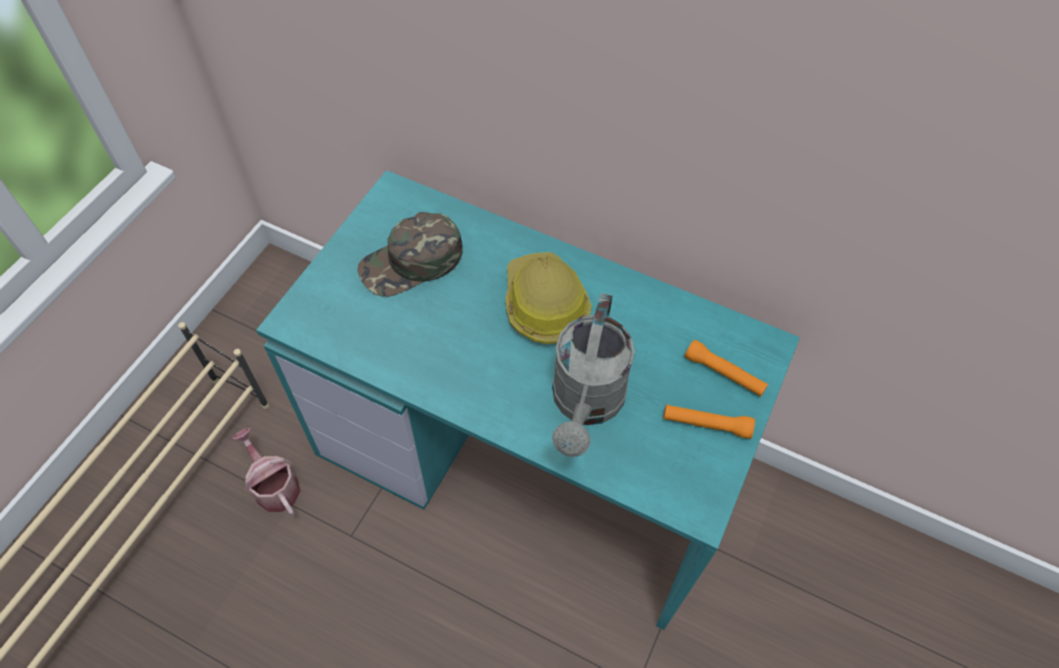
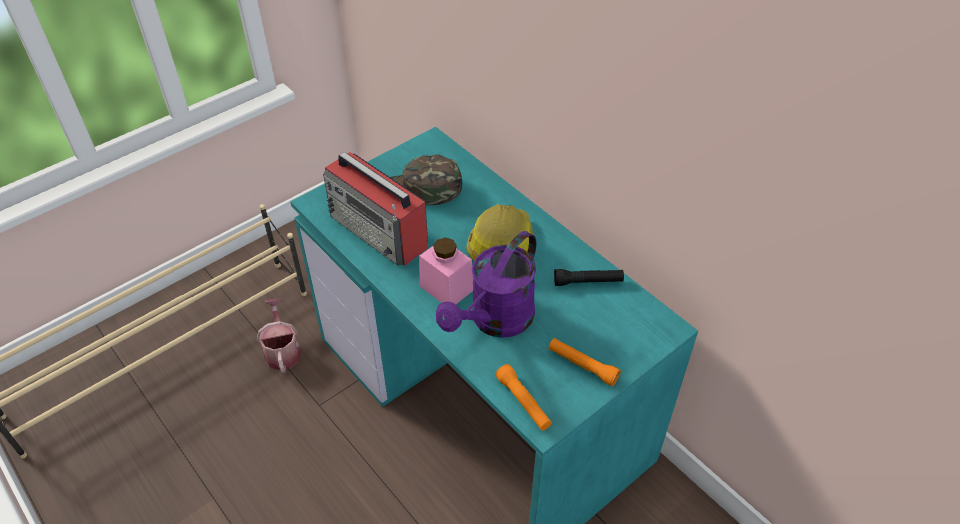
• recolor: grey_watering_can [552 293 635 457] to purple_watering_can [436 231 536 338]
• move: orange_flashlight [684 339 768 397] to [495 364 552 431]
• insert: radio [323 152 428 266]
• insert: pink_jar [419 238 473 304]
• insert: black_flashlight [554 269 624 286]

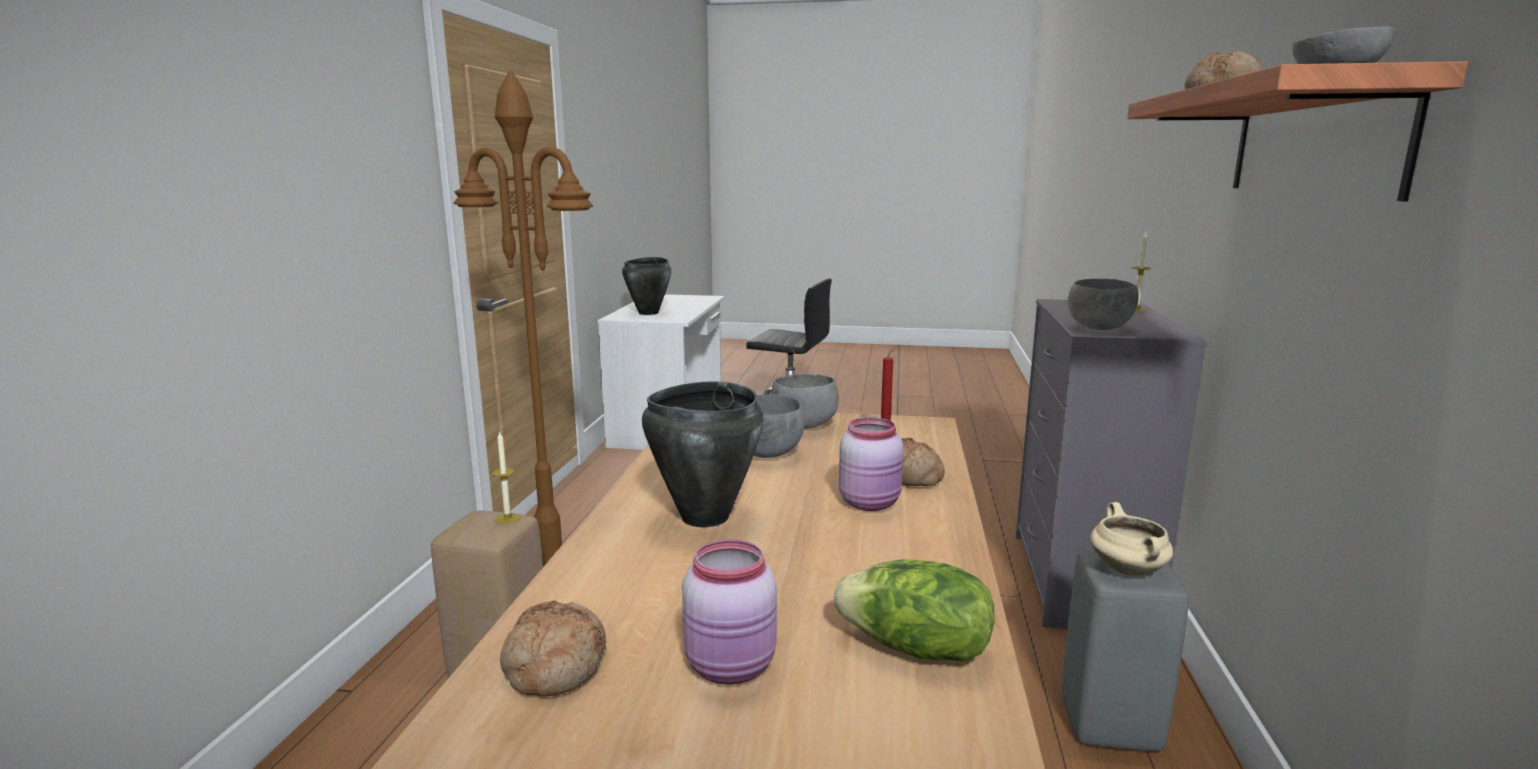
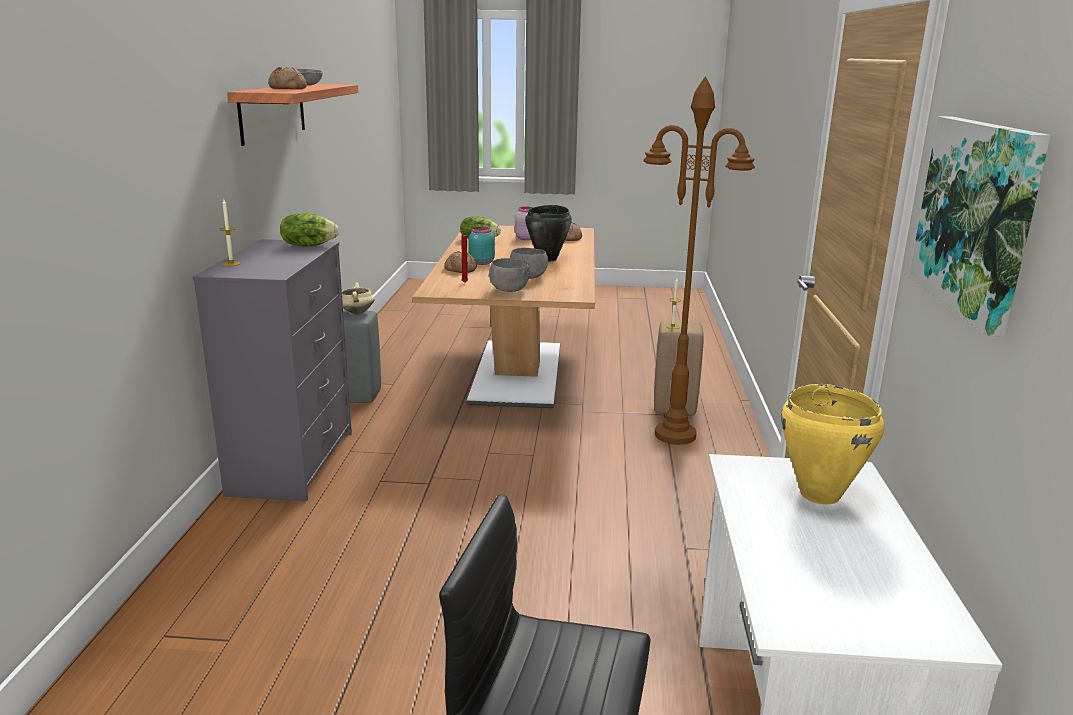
• recolor: black_cooking_pot [622 257 671 315] to yellow_cooking_pot [781 384 885 505]
• recolor: pink_jar [839 417 903 511] to turquoise_jar [469 227 495 265]
• replace: grey_bowl [1068 279 1139 330] to lettuce [280 213 339 247]
• insert: picture [909 116 1051 337]

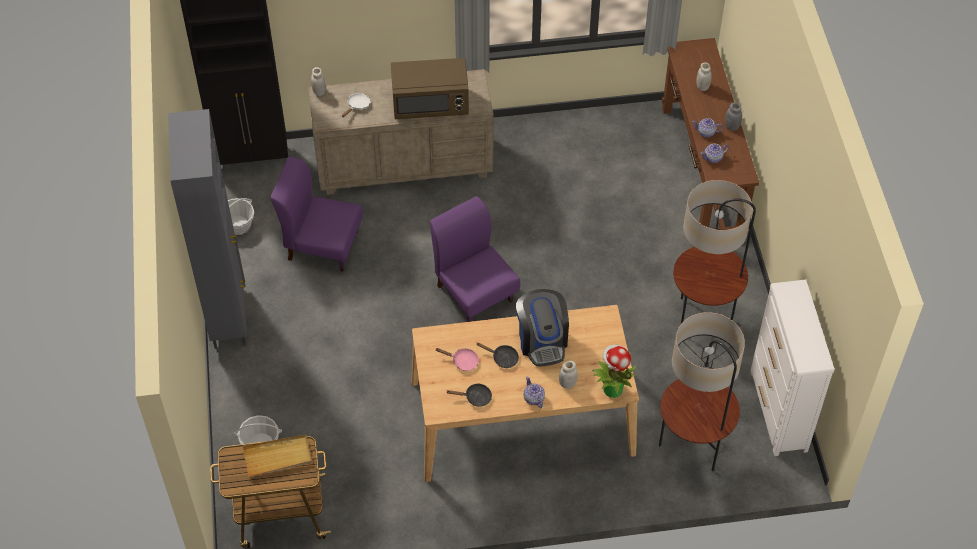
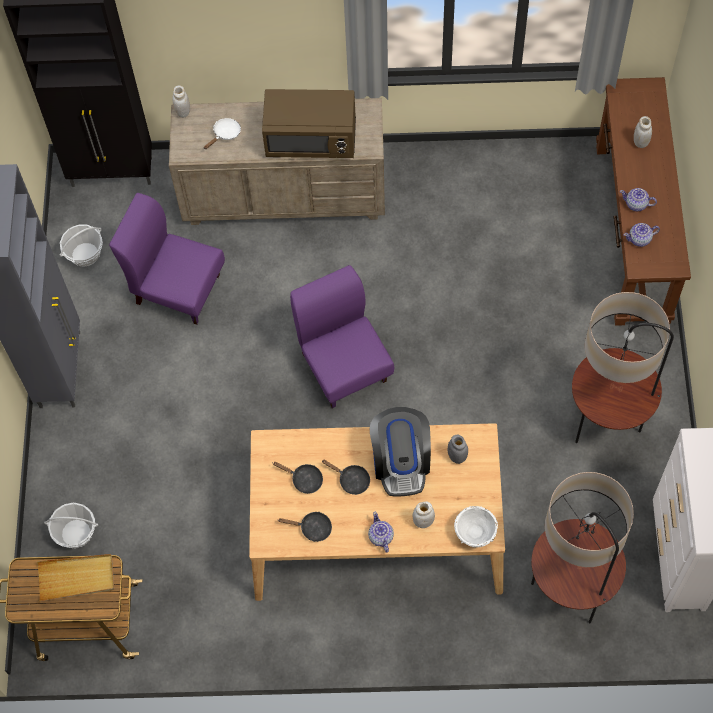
• recolor: pink_frying_pan [436 348 479 371] to black_frying_pan [273 462 323 494]
• replace: potted_plant [592 345 636 398] to white_bowl [454 506 498 547]
• move: grey_jar [725 103 742 131] to [448 435 468 464]

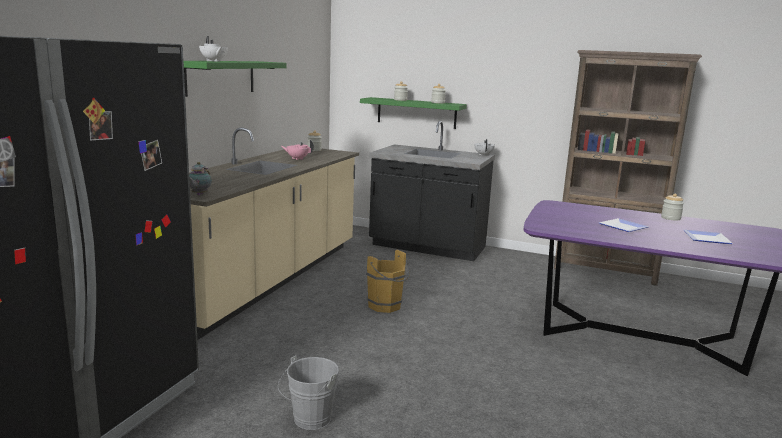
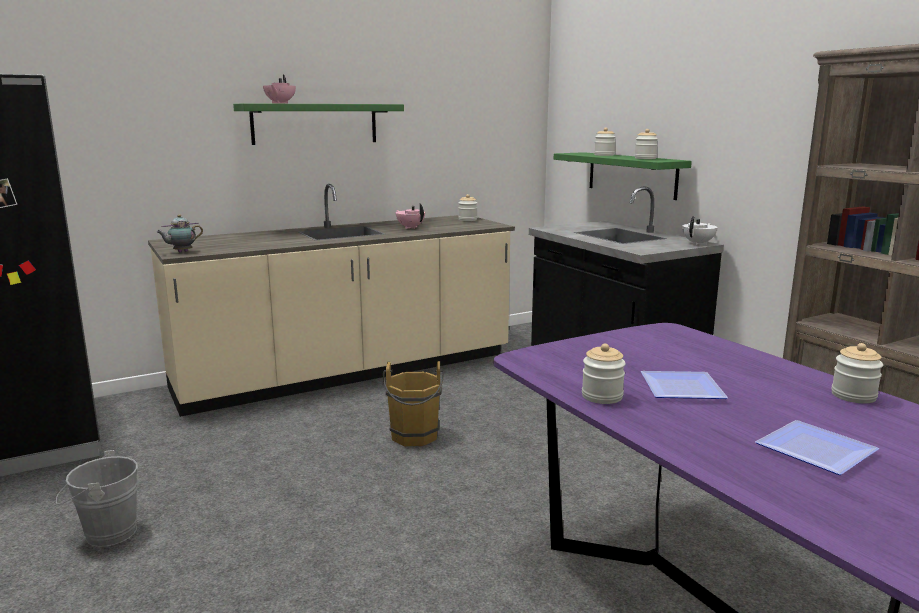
• recolor: white_teapot [199 36 228 62] to pink_teapot [263 75 296 104]
• insert: jar [582 344 626 404]

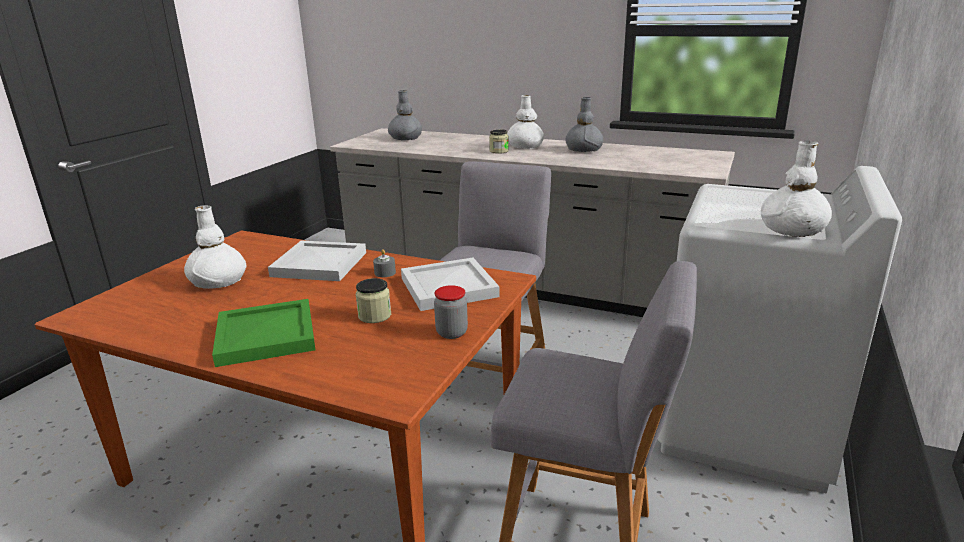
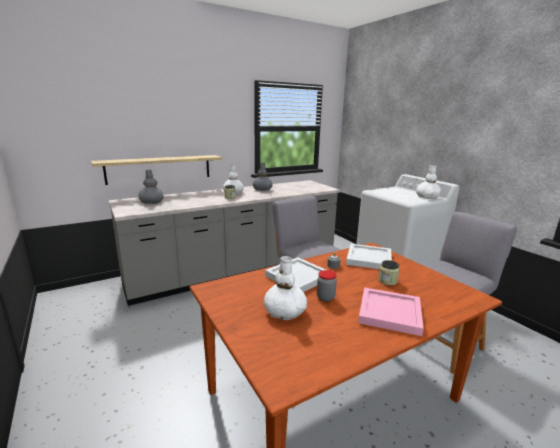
• recolor: green_tray [212 299 316 367] to pink_tray [358 287 424 336]
• move: jar [434 285 468 339] to [317 270 337 302]
• insert: shelf [91 155 222 185]

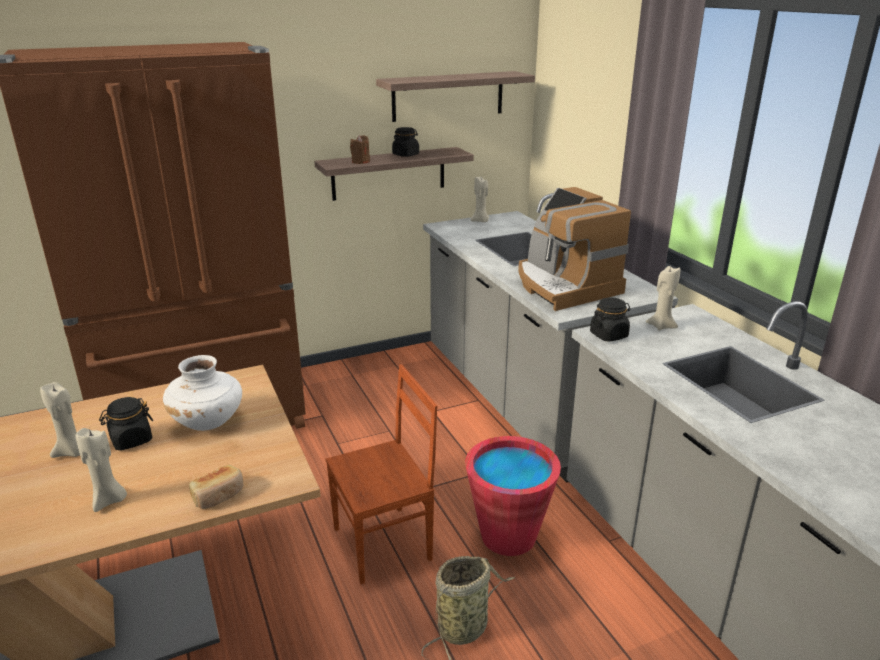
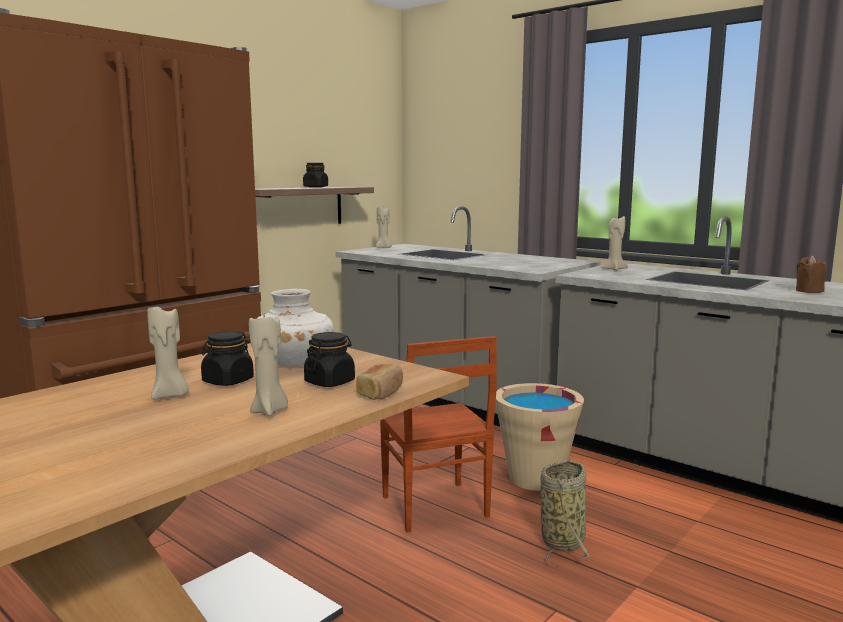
• rotate: brown_chair [326 364 437 584] = [380 336 497 533] 120 degrees clockwise
• move: brown_candle [350 135 370 164] to [796 255 826 293]
• delete: shelf [376 71 535 122]
• recolor: red_bucket [465 436 561 556] to beige_bucket [496 383 584 491]
• delete: coffee_machine [518 187 631 311]
• move: black_jar [590 298 630 342] to [304 332 355 387]

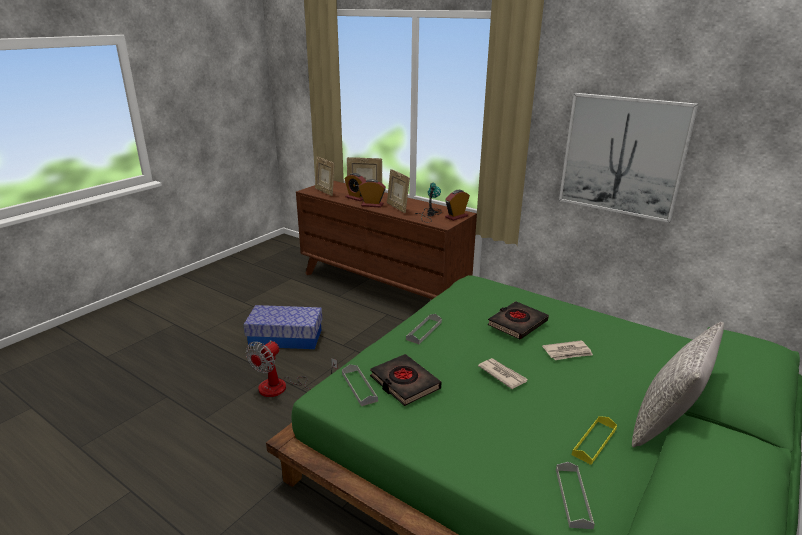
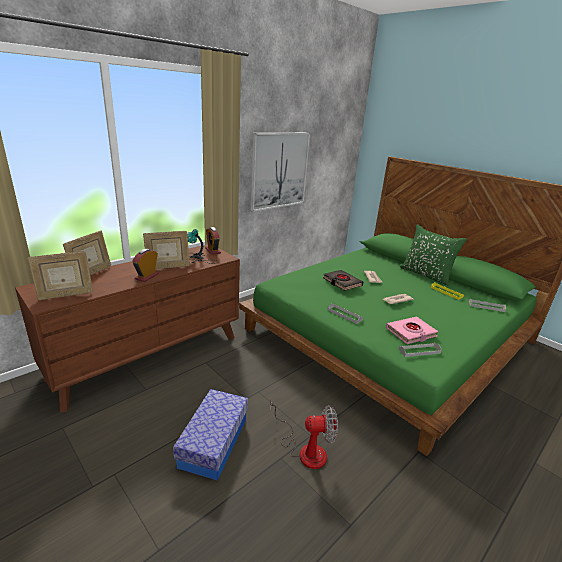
• rotate: fan [246 340 338 397] = [270 403 338 469] 45 degrees counterclockwise
• delete: alarm_clock [344 173 366 201]
• recolor: black_book [370 354 441 406] to pink_book [386 317 439 344]
• recolor: grey_pillow [632 322 724 448] to green_pillow [400 224 467 286]

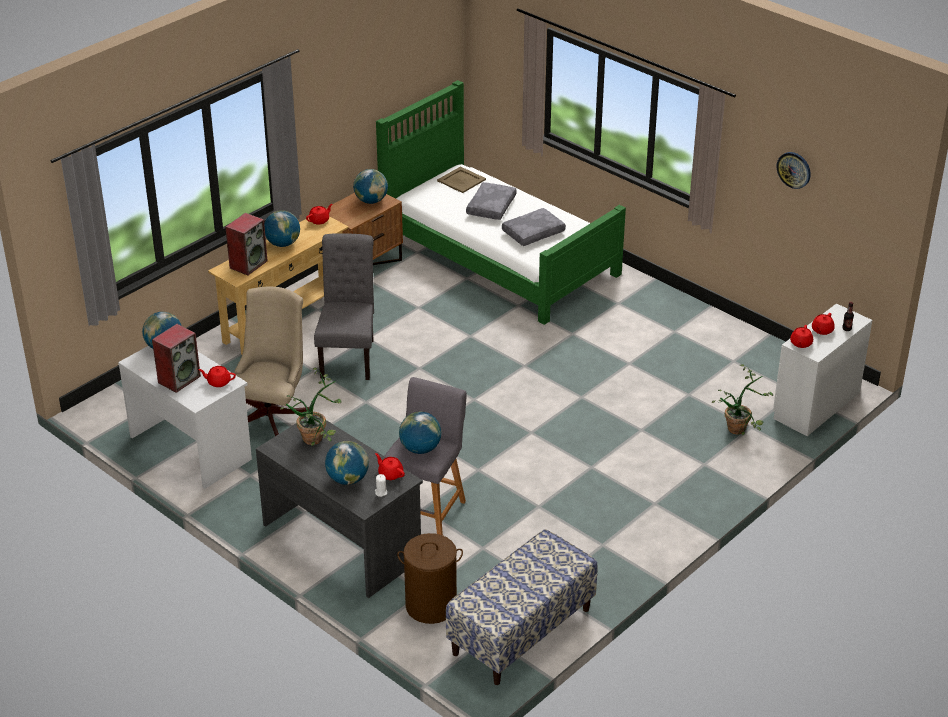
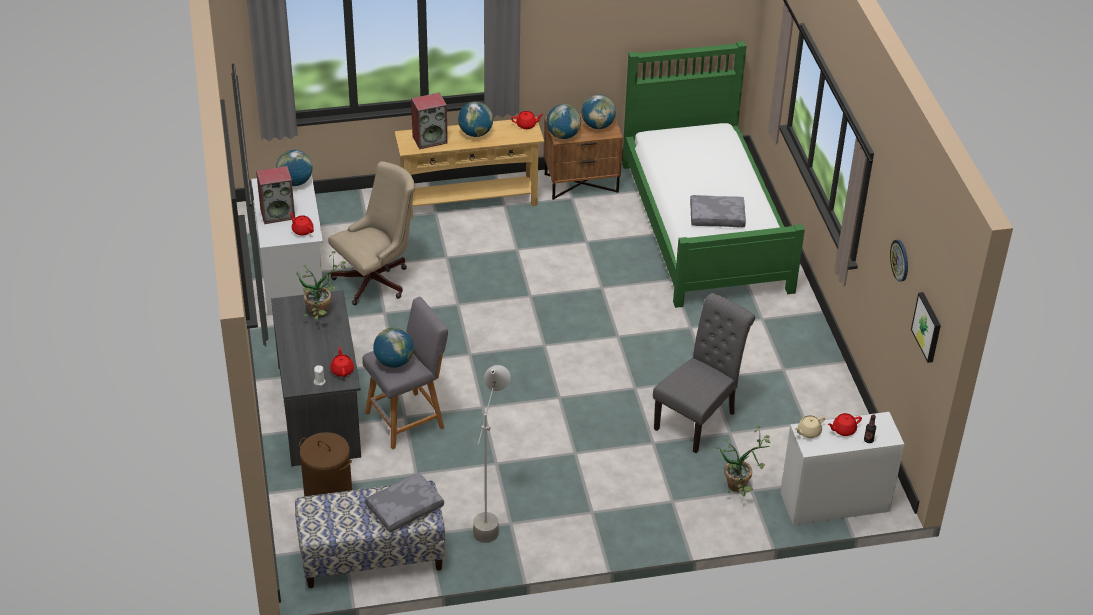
• move: grey_chair [314 233 374 380] to [653 293 755 453]
• move: globe [325 441 369 485] to [547 104 581 139]
• delete: beige_tray [437 166 486 193]
• move: grey_pillow [466 182 517 220] to [365 472 444 532]
• recolor: red_teapot [790 325 813 348] to beige_teapot [795 415 825 438]
• insert: grey_floor_lamp [473 365 510 543]
• insert: picture [911 292 941 363]

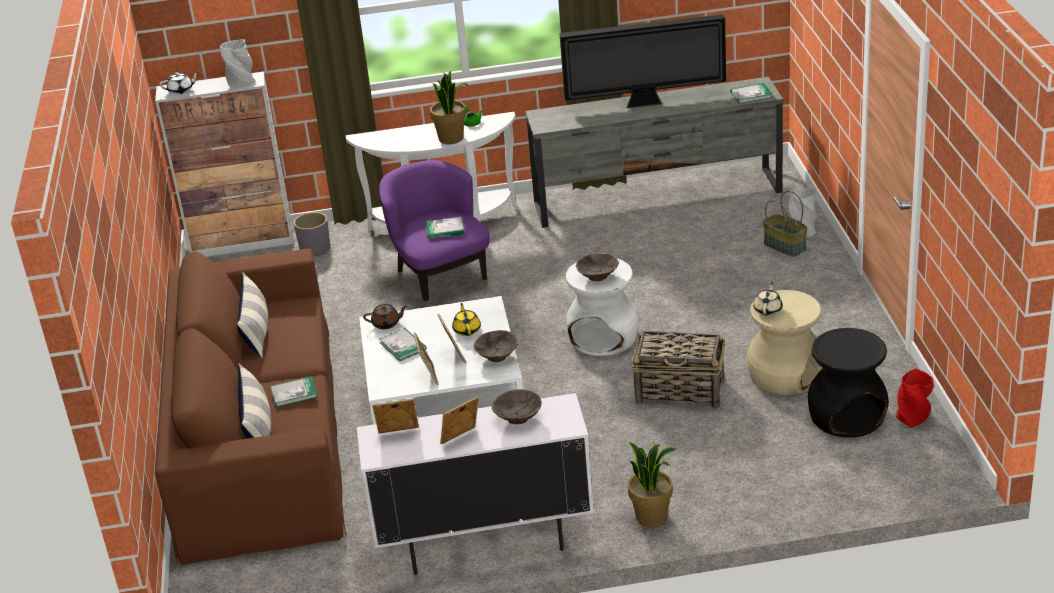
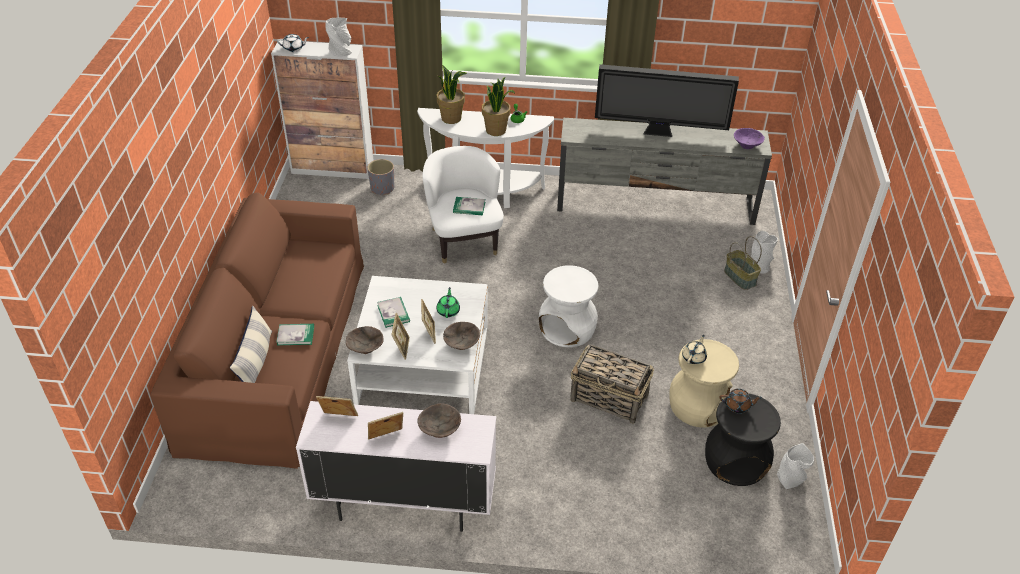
• delete: pillow [237 272 268 358]
• move: brown_teapot [363 304 408 329] to [720 389 762 413]
• recolor: purple_armchair [379 160 490 307] to white_armchair [422 146 504 264]
• recolor: yellow_teapot [452 303 481 336] to green_teapot [437 287 460 318]
• move: brown_bowl [576 253 619 281] to [346 326 384 354]
• move: potted_plant [628 442 677 527] to [437 65 467 124]
• replace: book [731 83 773 104] to purple_bowl [734 128 765 149]
• recolor: red_vase [896 368 934 428] to grey_vase [777 443 814 489]

